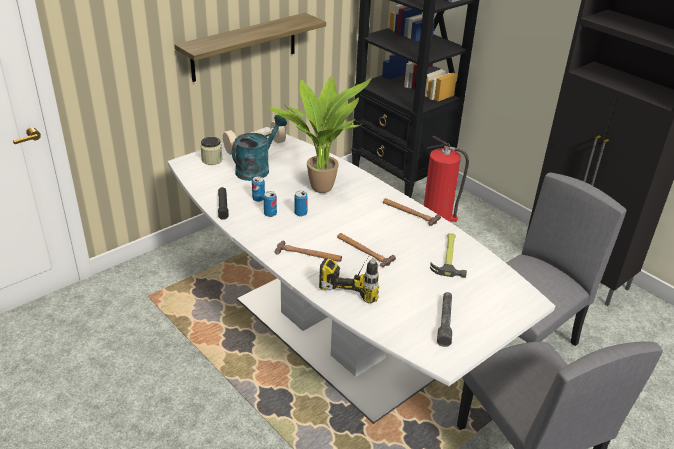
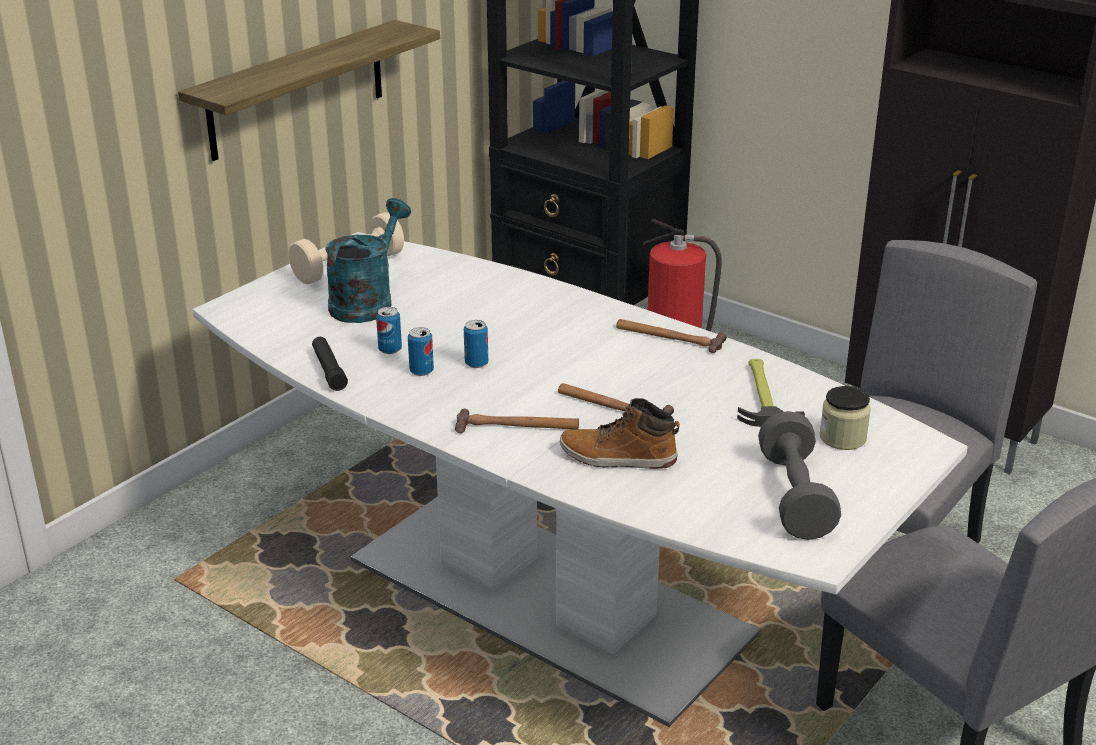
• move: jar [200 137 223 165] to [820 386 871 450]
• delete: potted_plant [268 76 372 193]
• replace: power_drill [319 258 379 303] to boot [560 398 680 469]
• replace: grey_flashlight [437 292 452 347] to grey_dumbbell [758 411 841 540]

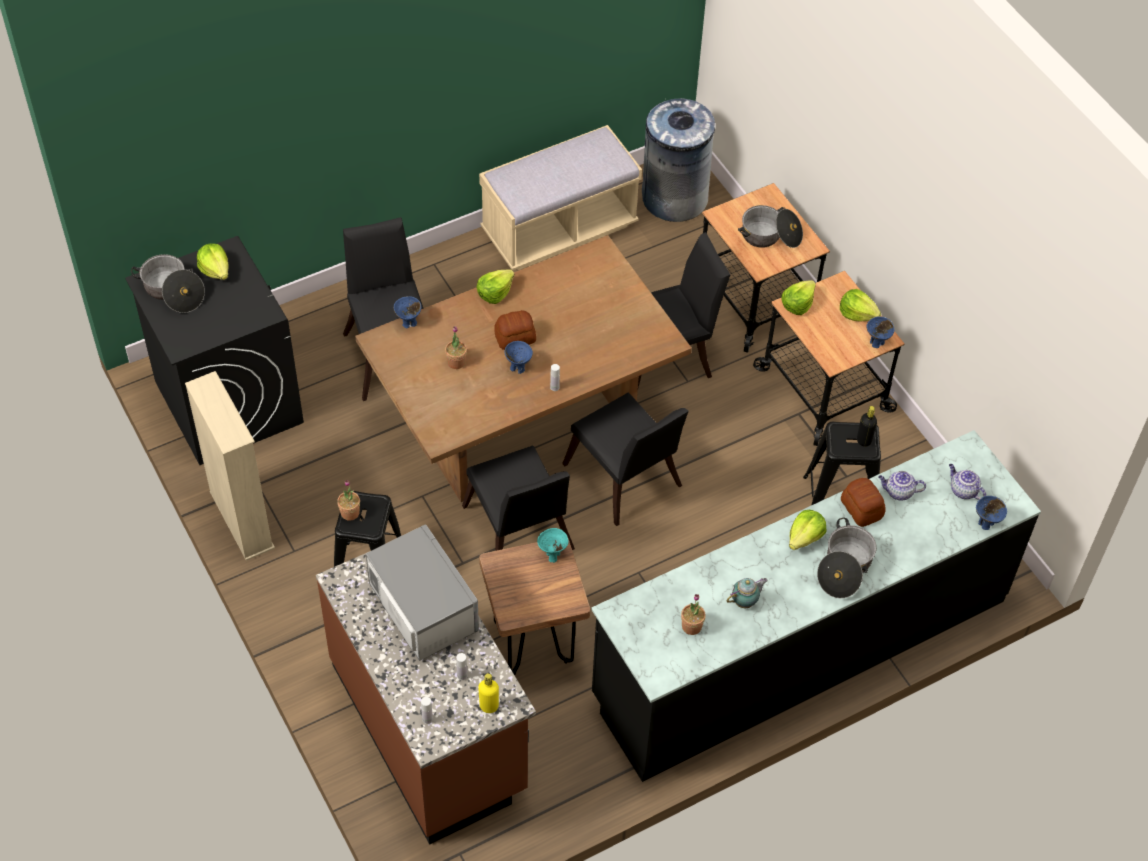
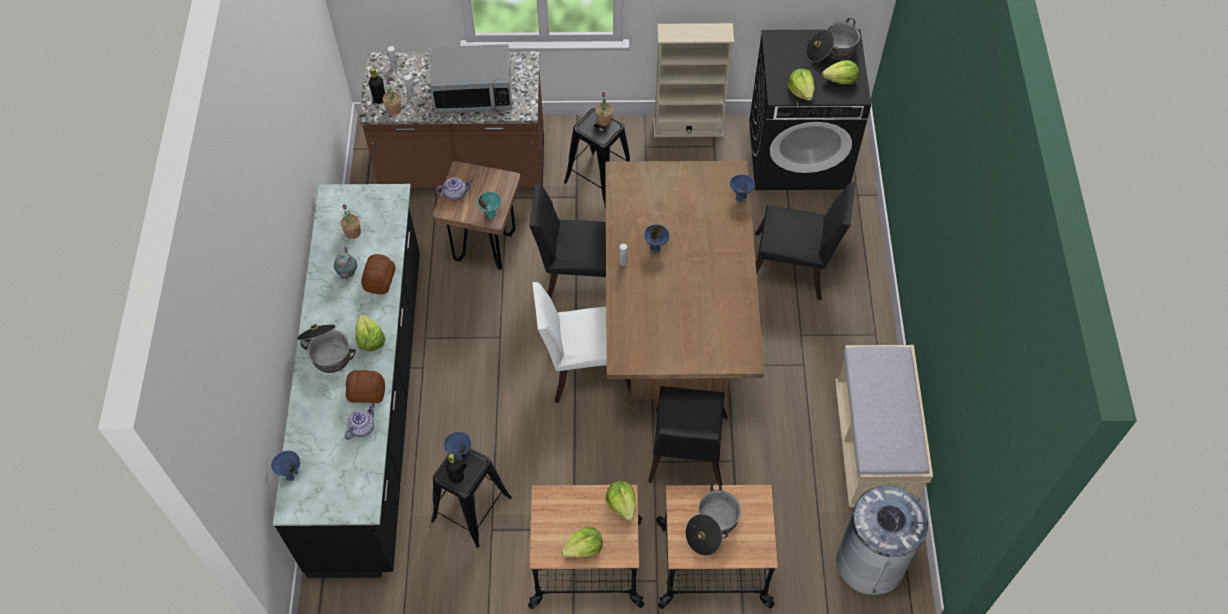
• move: potted_plant [445 327 467 369] to [383 80 401 115]
• move: lettuce [476 269 515 304] to [788 69 815 101]
• recolor: yellow_bottle [478 673 499 713] to black_bottle [369 68 385 104]
• move: bread [494 310 536 350] to [361 254 395 294]
• recolor: black_chair [562 392 689 526] to white_chair [532 282 631 403]
• move: blue_bowl [867 316 894 348] to [444 432 471 461]
• move: teapot [949 464 986 500] to [436 178 473 201]

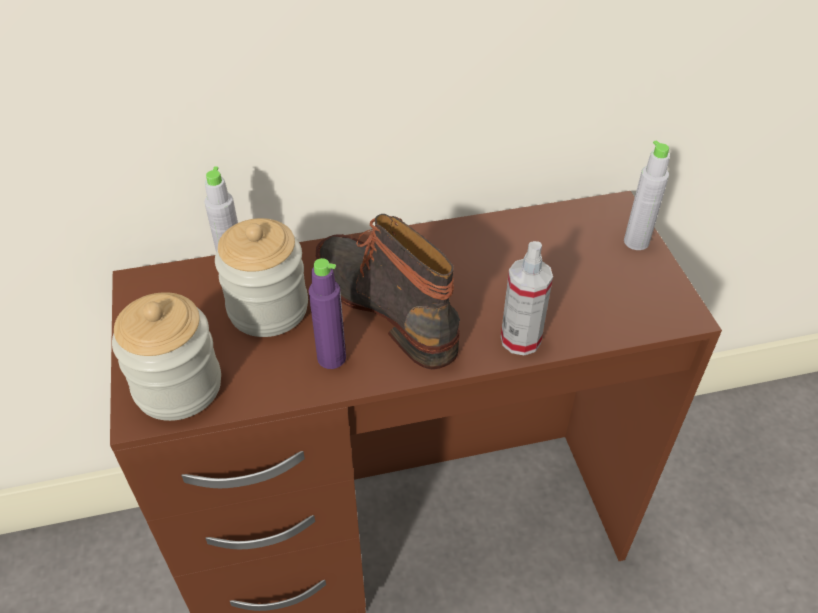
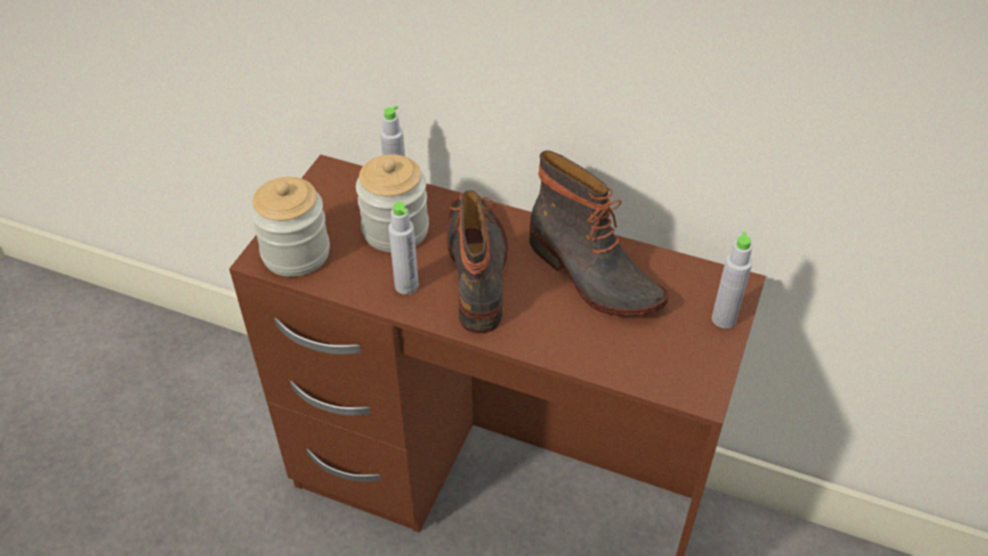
• recolor: purple_bottle [309 258 346 369] to grey_bottle [388 202 419 295]
• delete: spray_bottle [501 241 553 355]
• insert: boot [529 150 669 316]

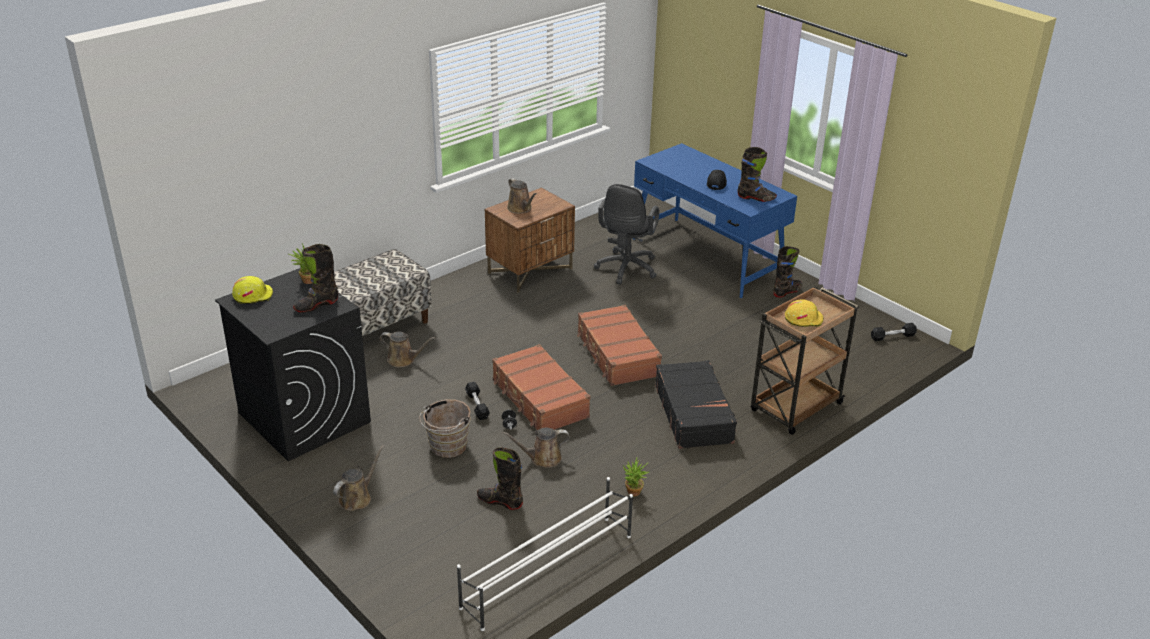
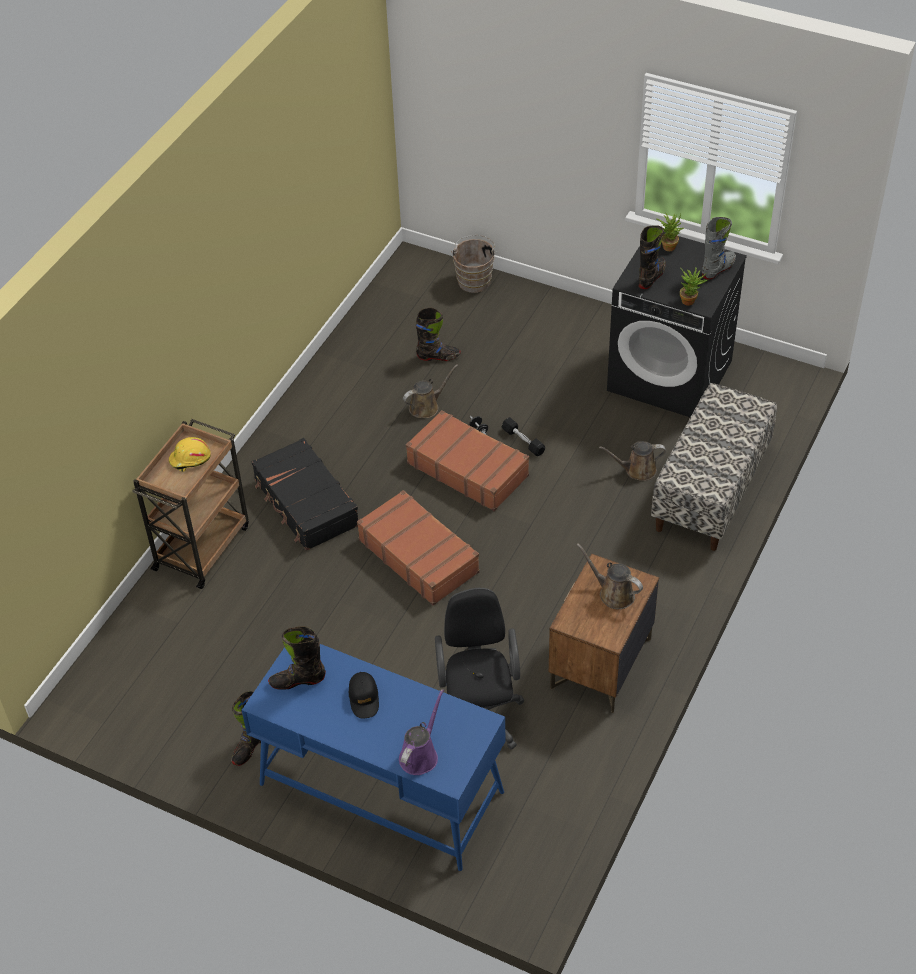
• replace: yellow_hard_hat [232 276 273 304] to grey_boot [702 217 736 280]
• delete: brown_watering_can [333 445 384 511]
• move: brown_bucket [419 399 471 458] to [451 235 497 293]
• delete: white_shoe_rack [457 477 633 631]
• move: potted_plant [623 457 649 496] to [656 212 684 251]
• delete: black_dumbbell [871 323 917 341]
• insert: purple_watering_can [399 689 444 775]

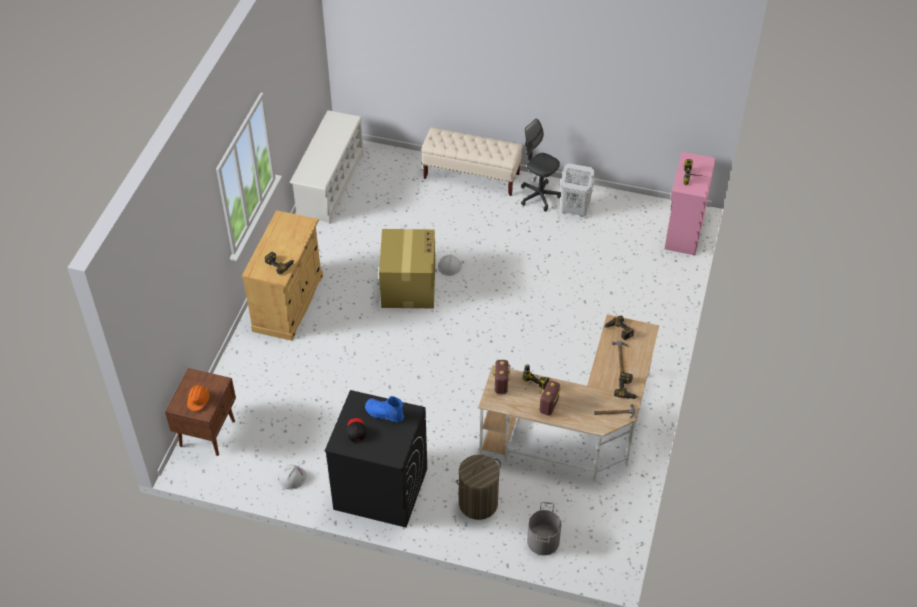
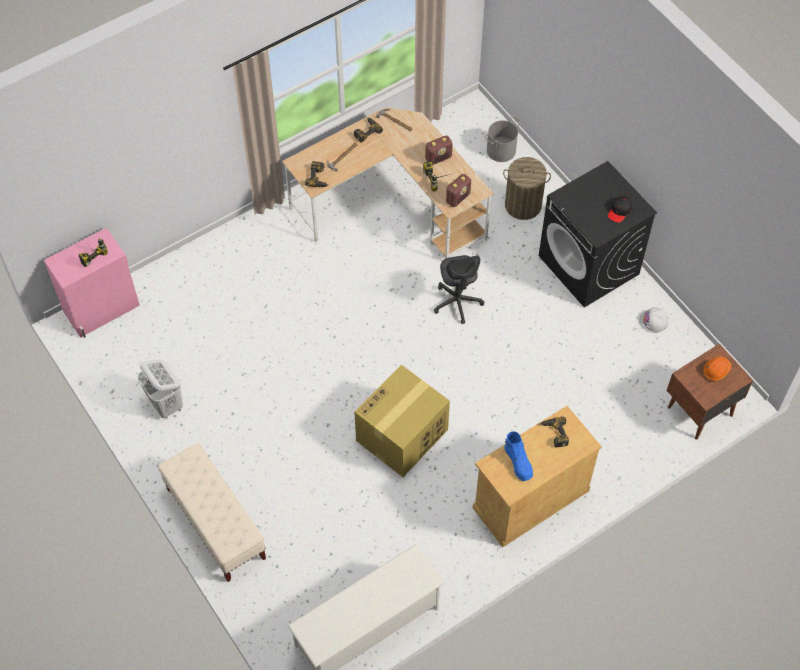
• move: blue_boot [365 396 404 422] to [504 431 533 481]
• delete: white_hard_hat [438 254 462 276]
• move: grey_office_chair [521 119 561 211] to [434 255 484 324]

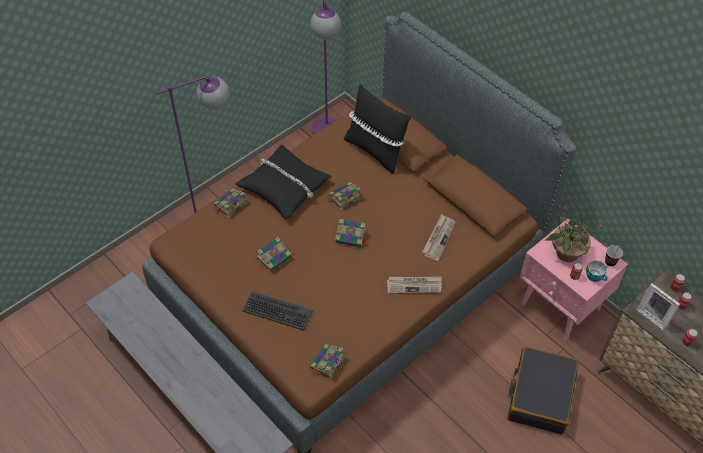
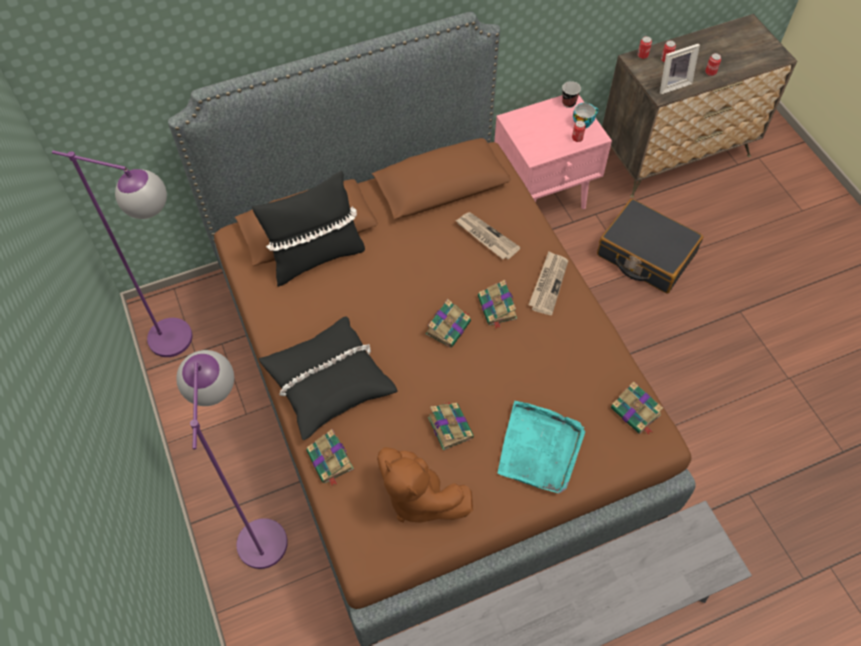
• replace: keyboard [242 291 313 331] to turquoise_tray [498 401 585 493]
• move: book [328 183 362 210] to [478 280 517 329]
• delete: potted_plant [545 205 603 262]
• insert: brown_plush_toy [377 447 473 523]

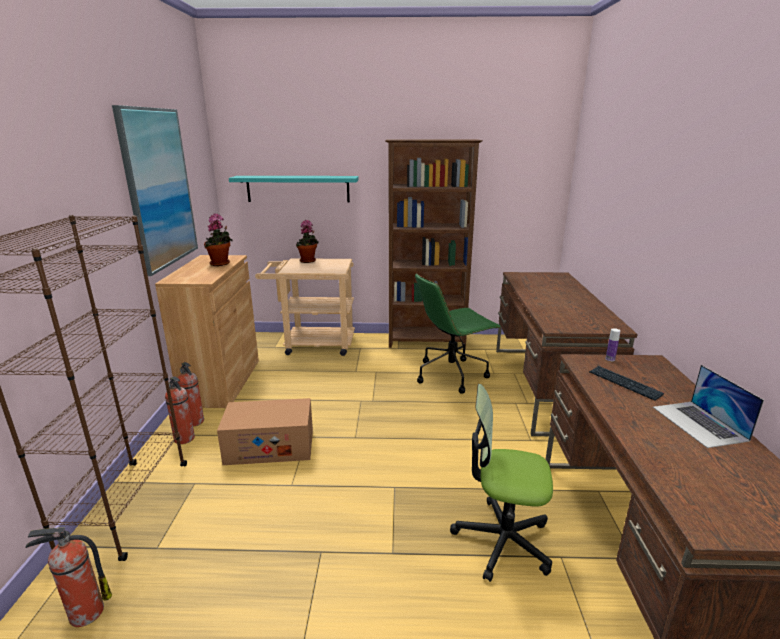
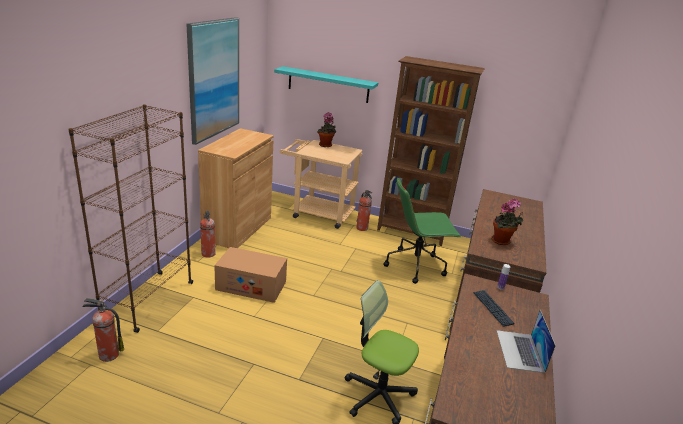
• move: fire_extinguisher [165 376 195 444] to [356 190 372 231]
• move: potted_plant [204 213 232 266] to [491 198 523 245]

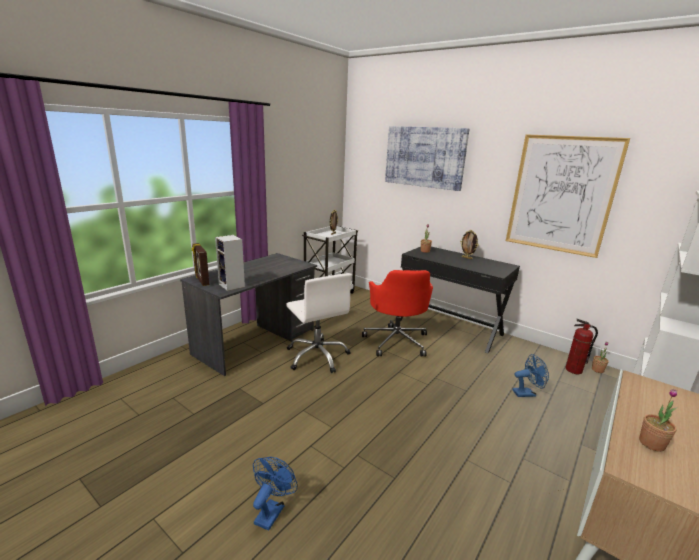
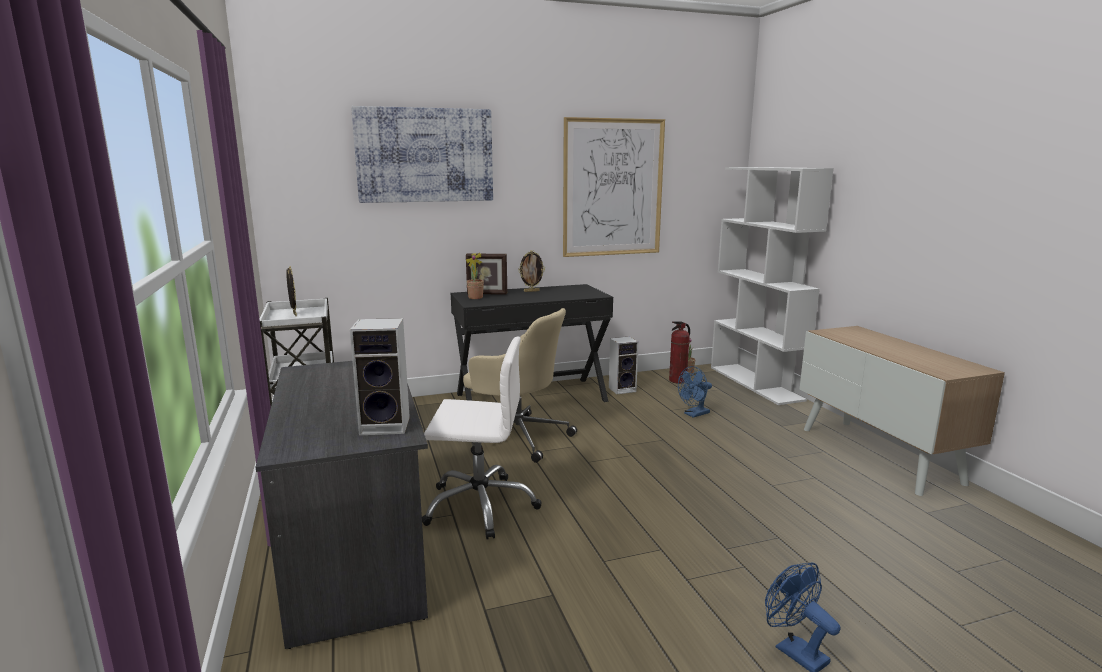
• move: picture_frame [192 243 209 286] to [466 253 507 295]
• recolor: red_office_chair [362 270 433 357] to beige_office_chair [463 308 577 463]
• rotate: blue_fan [512 354 549 397] = [678 366 712 418] 150 degrees counterclockwise
• delete: potted_plant [639 389 678 452]
• insert: speaker [609 336 638 394]

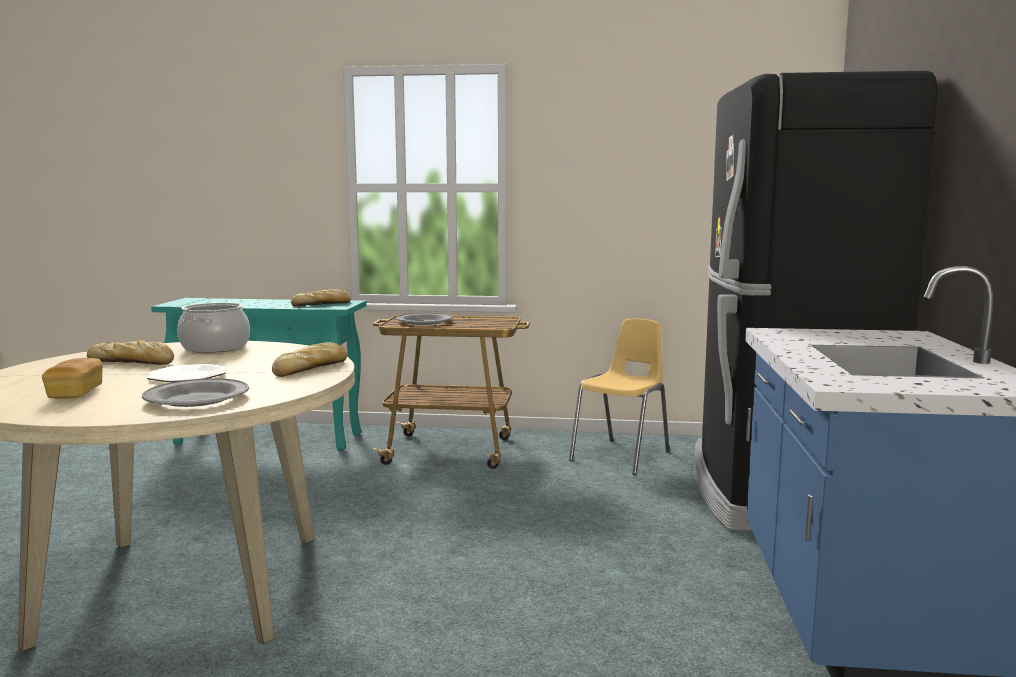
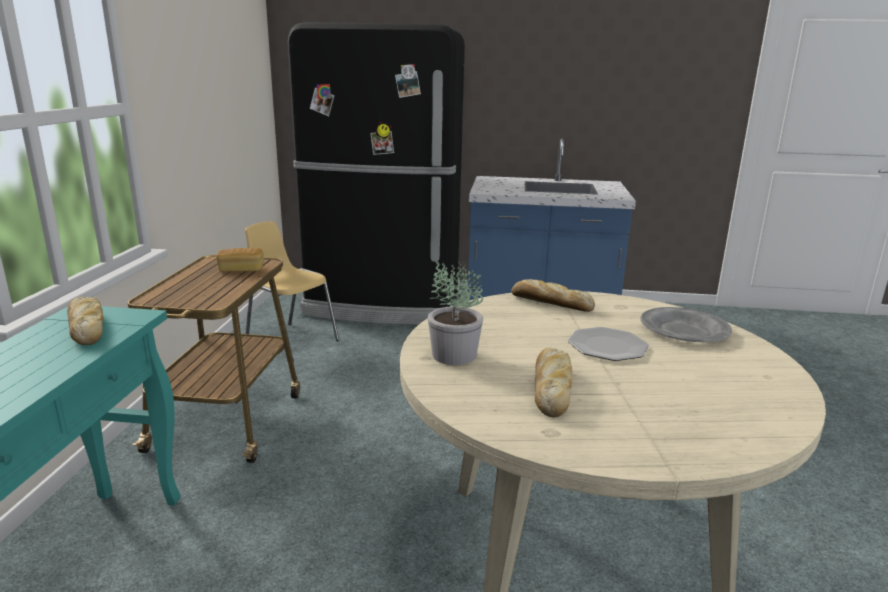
• move: bread [42 358 103 399] to [216 248 264 272]
• replace: cooking_pot [177 303 250 353] to potted_plant [428 260 483 365]
• delete: grey_plate [396 313 453 325]

